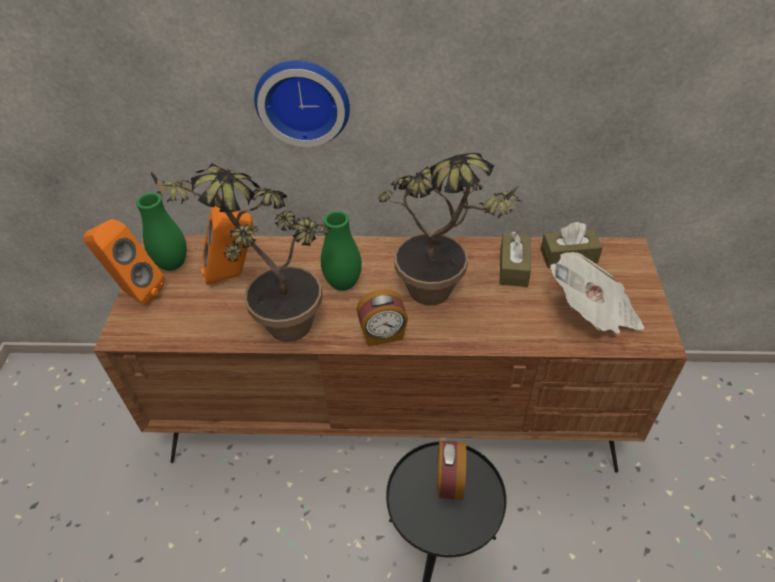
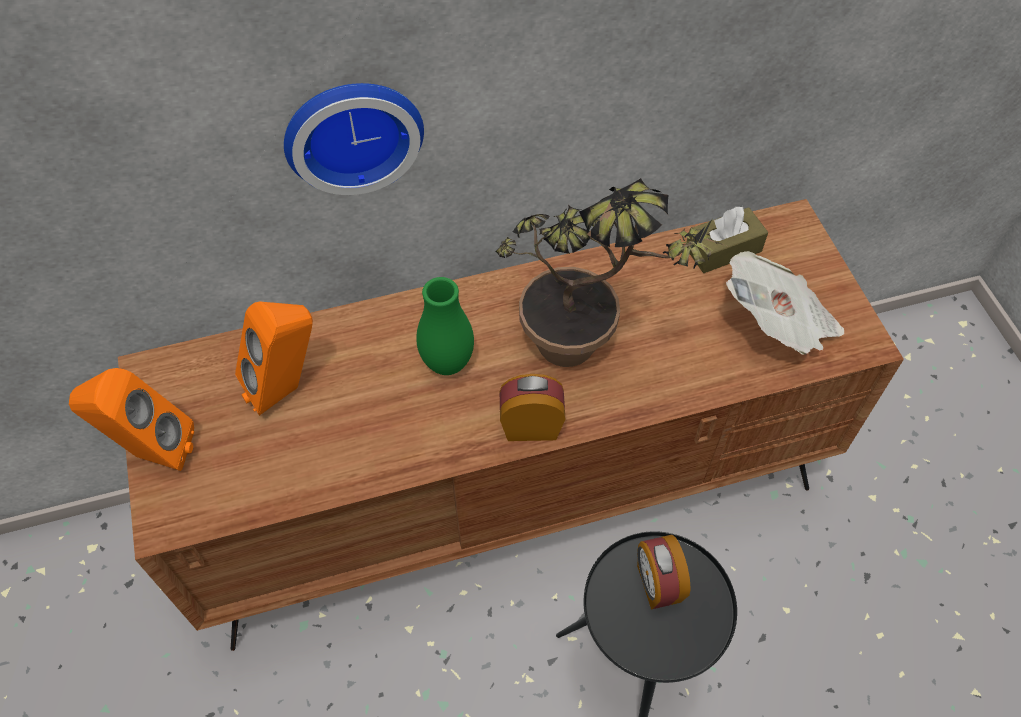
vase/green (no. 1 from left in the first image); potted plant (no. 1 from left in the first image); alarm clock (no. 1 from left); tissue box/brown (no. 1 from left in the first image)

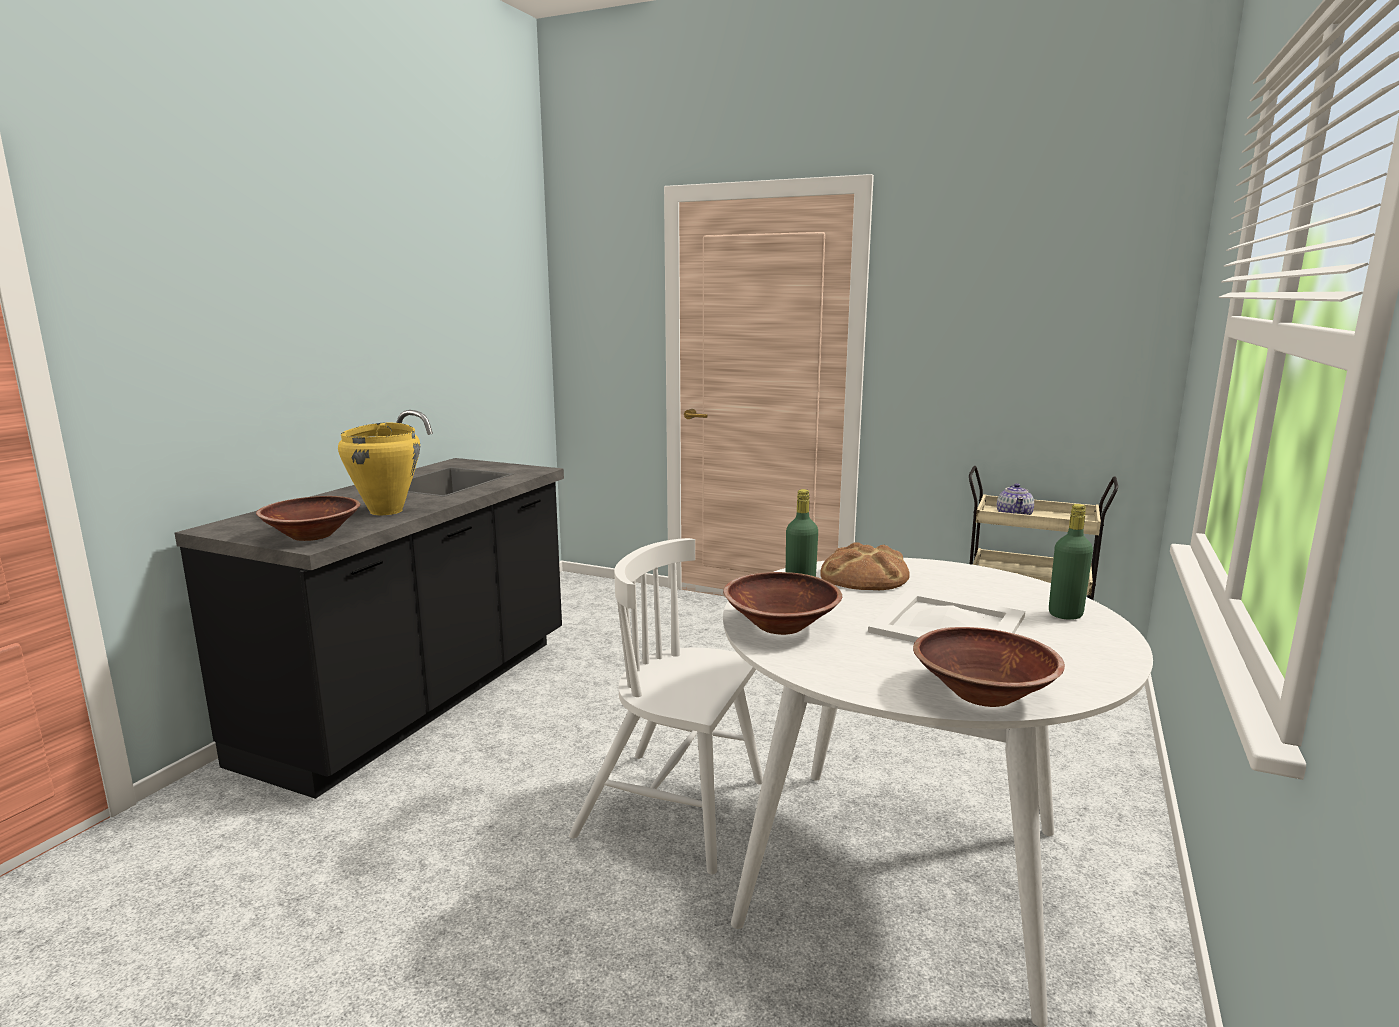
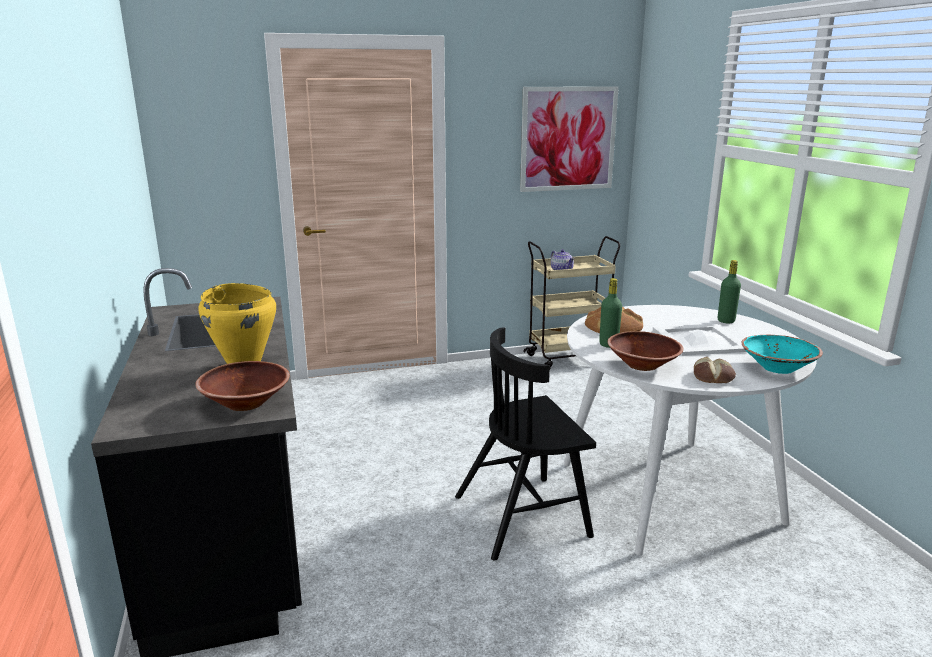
chair/black; bowl/turquoise; picture; bread (no. 2 from left)

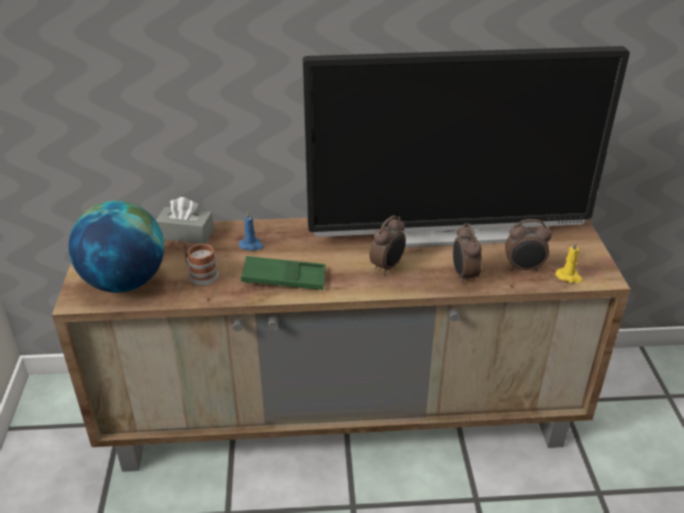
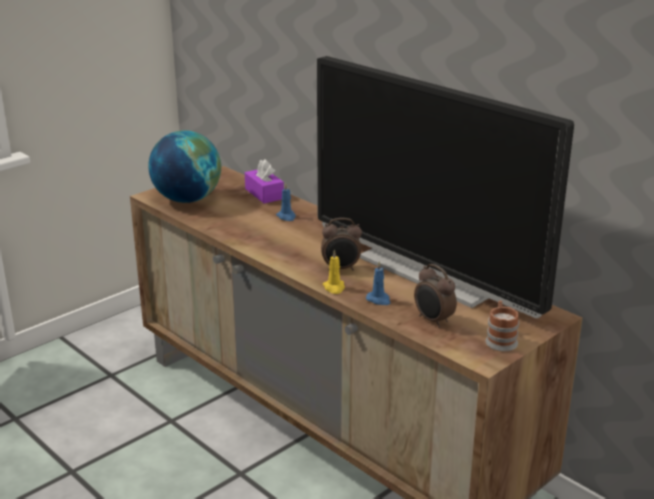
tissue box/purple; mug; tray/green; candle/blue (no. 2 from left); candle/yellow

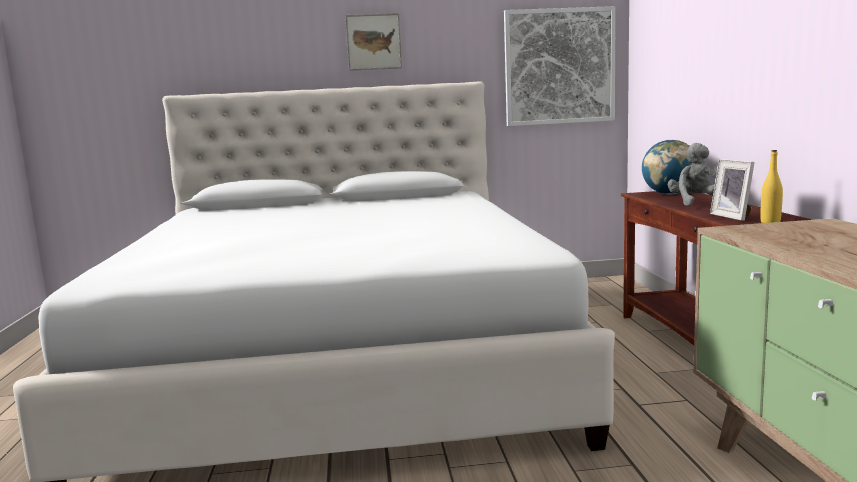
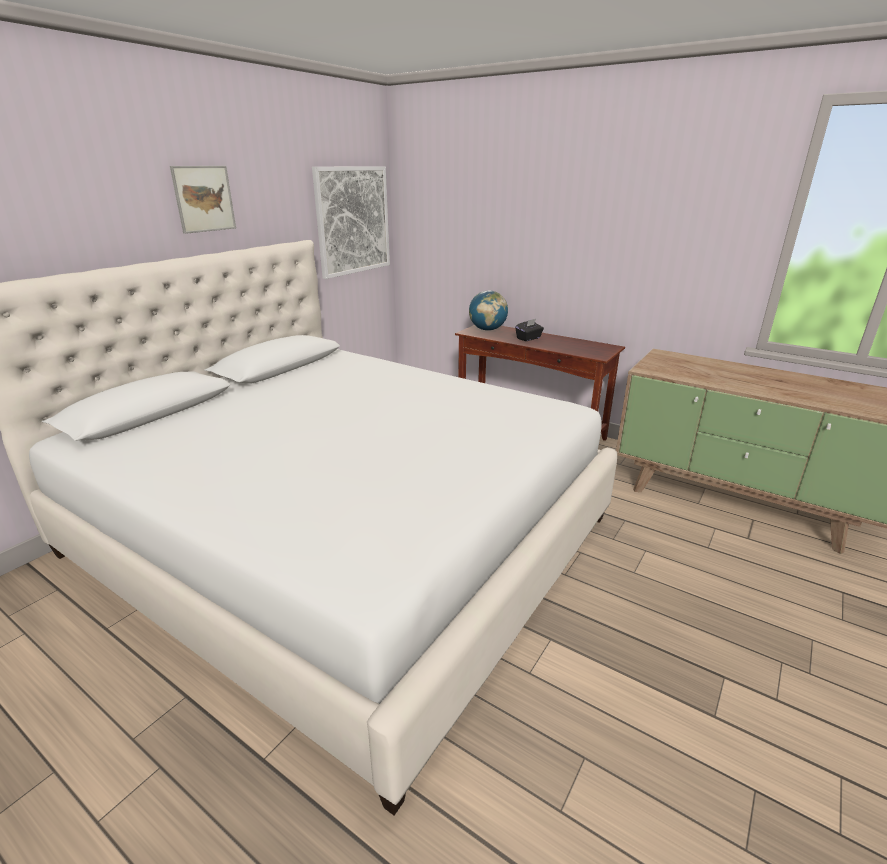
tissue box/black; picture frame; bottle/yellow

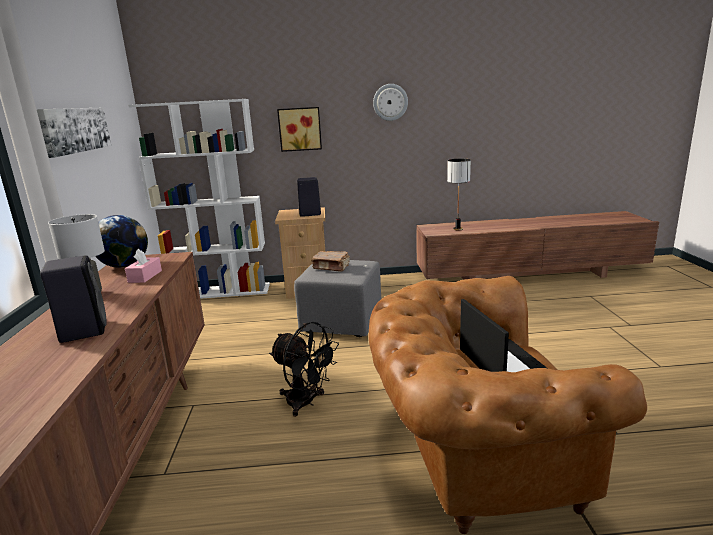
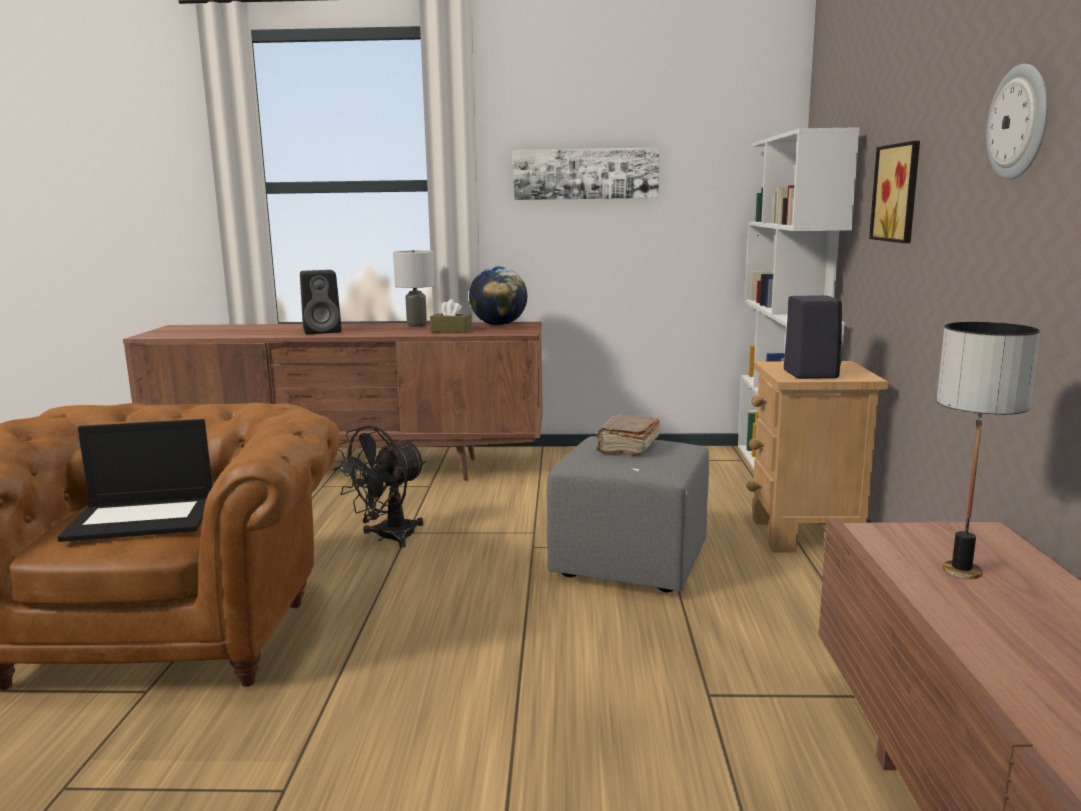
tissue box/brown

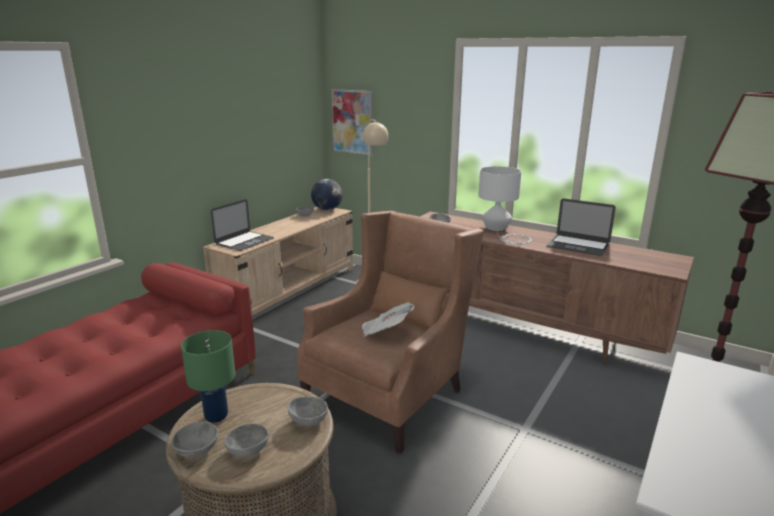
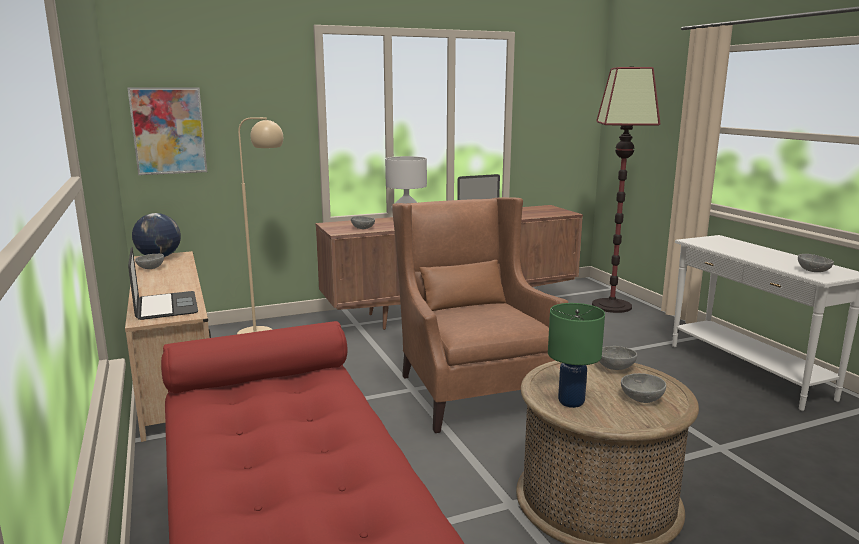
bowl/grey (no. 5 from left); newspaper

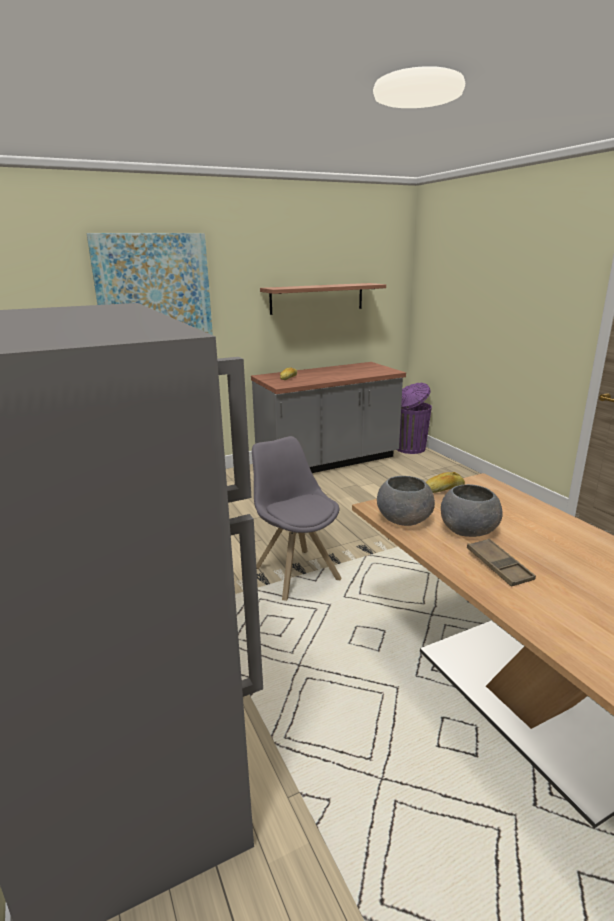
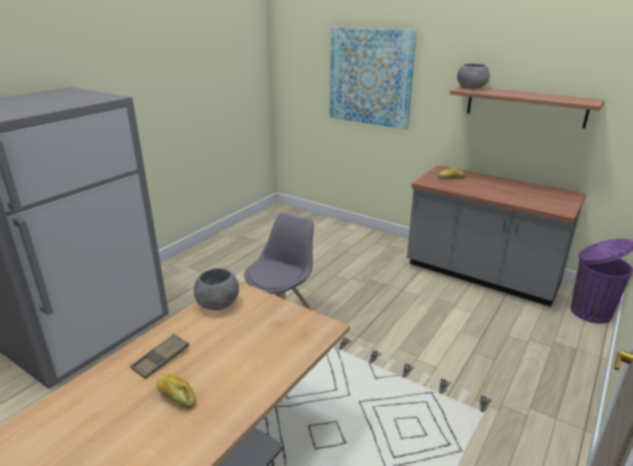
bread (no. 1 from left); bowl/grey (no. 2 from left)

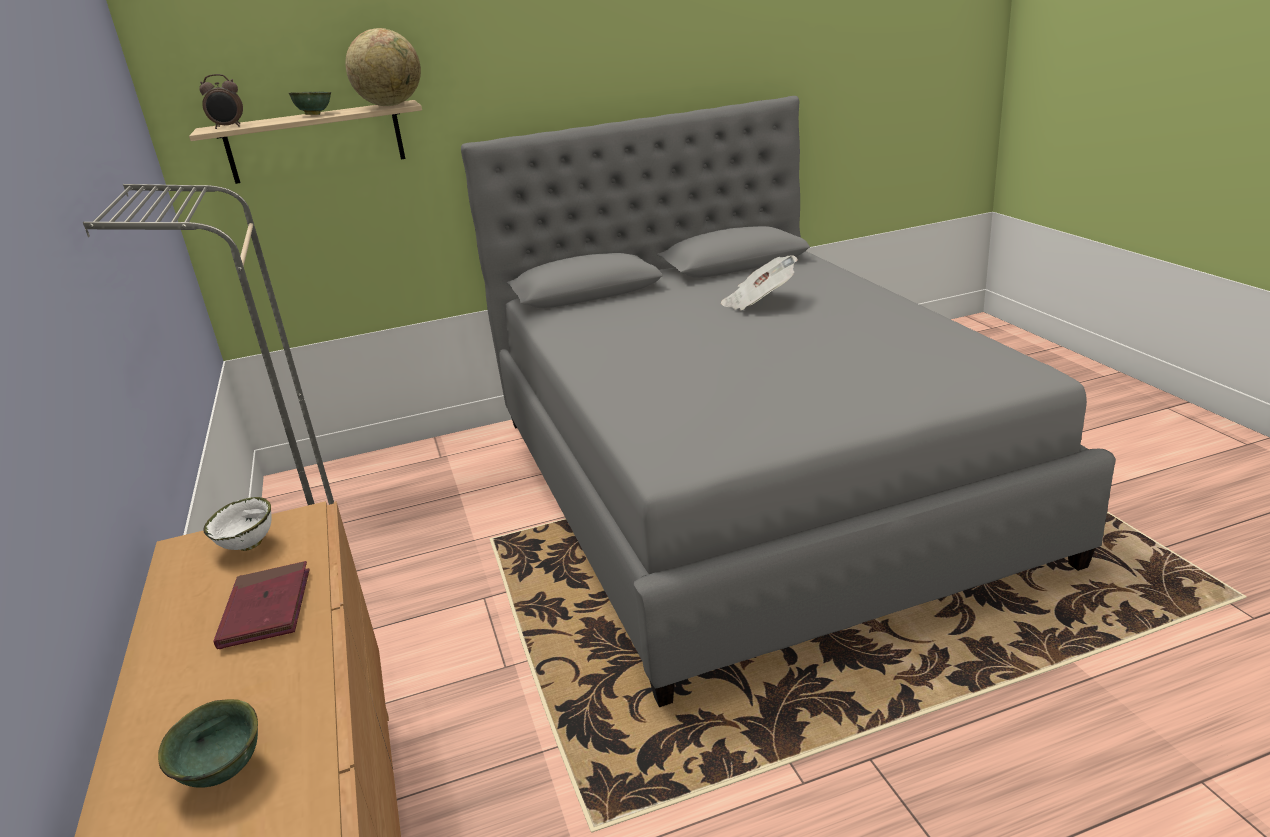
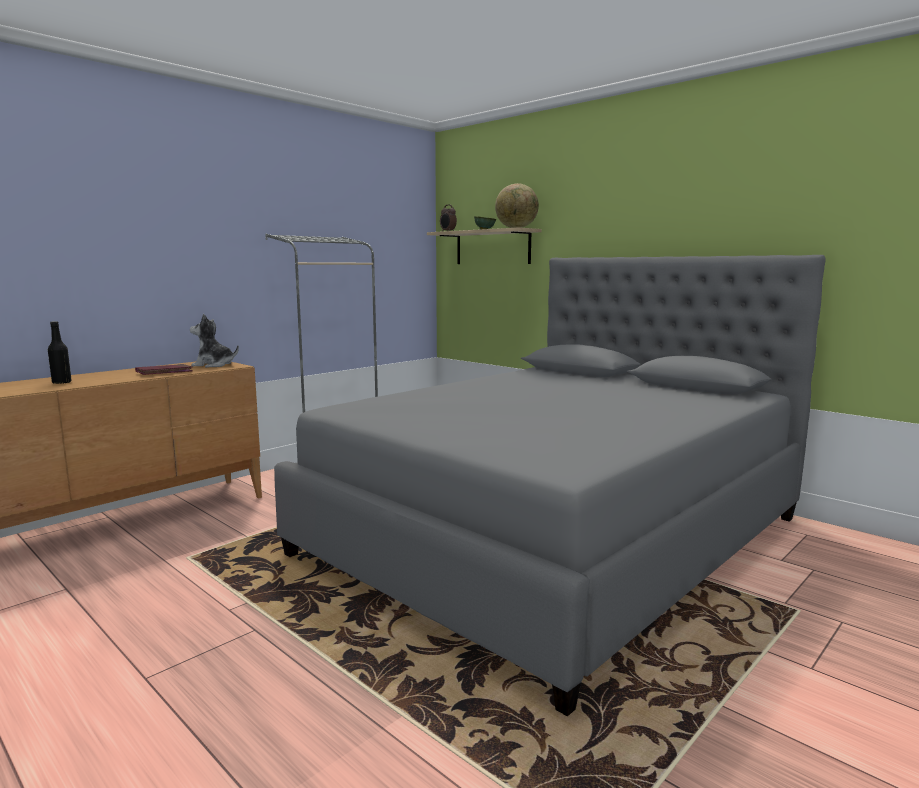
bottle/black; plush toy; newspaper

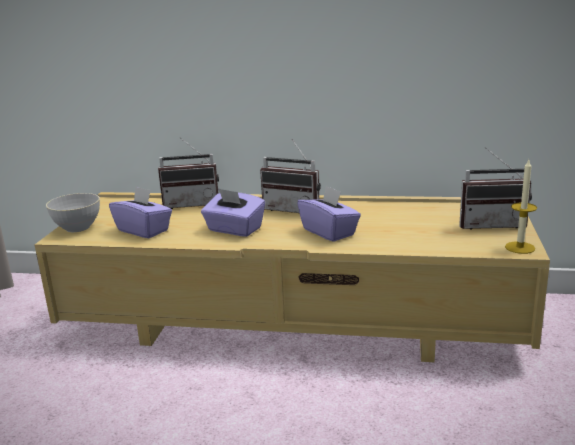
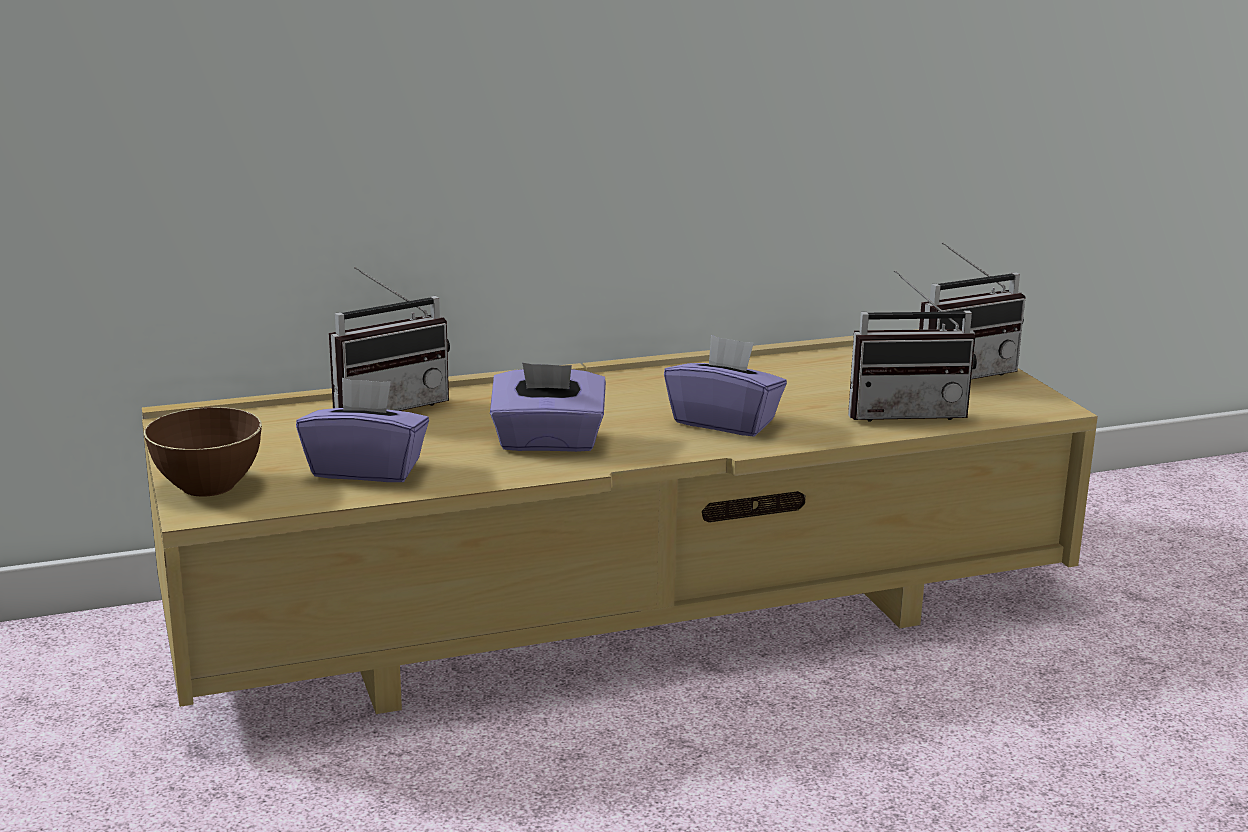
bowl/brown; radio (no. 2 from left); candle

